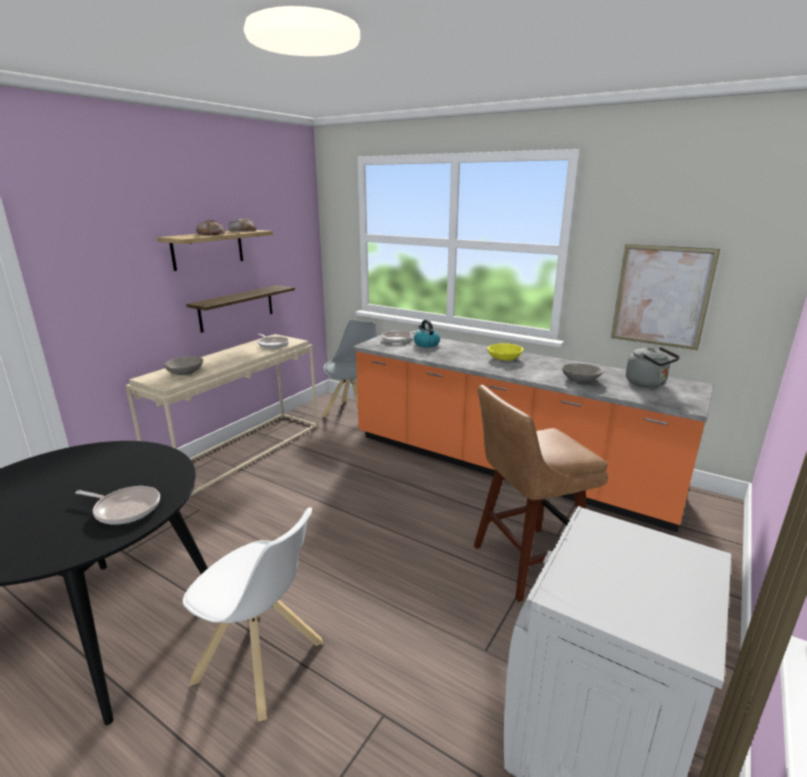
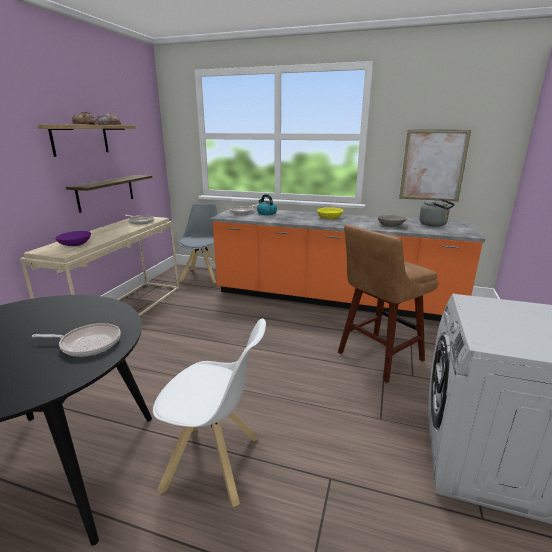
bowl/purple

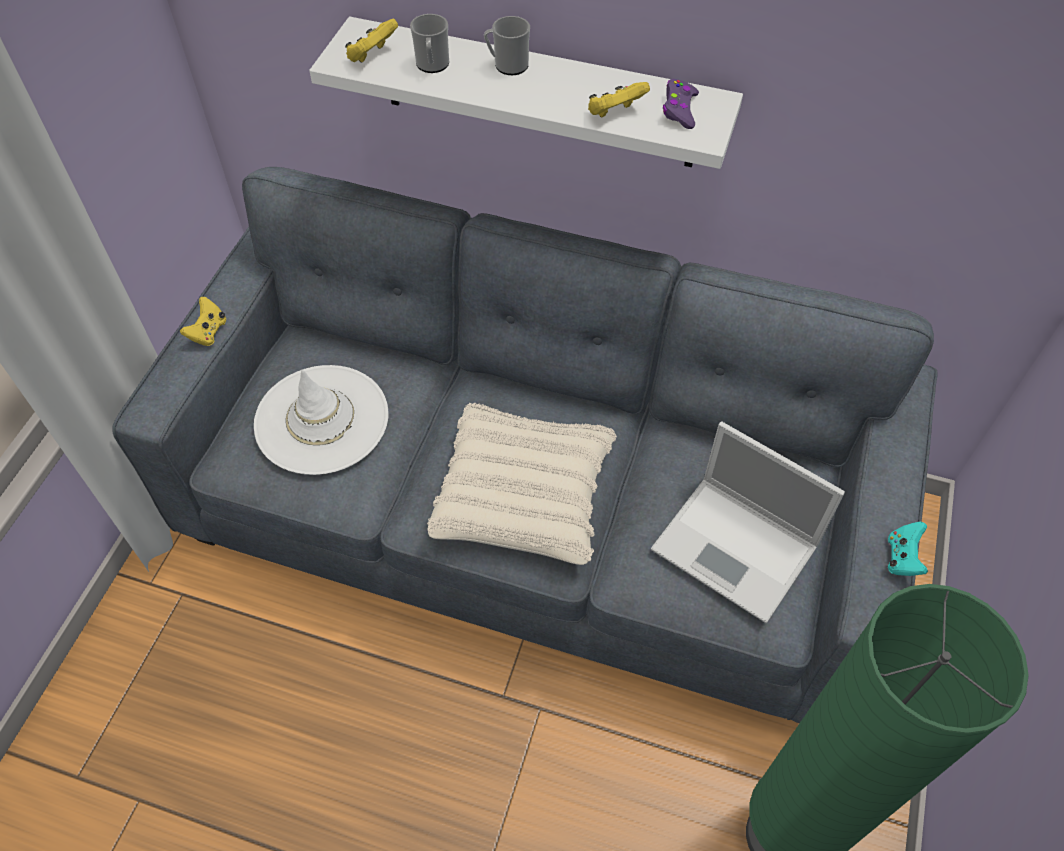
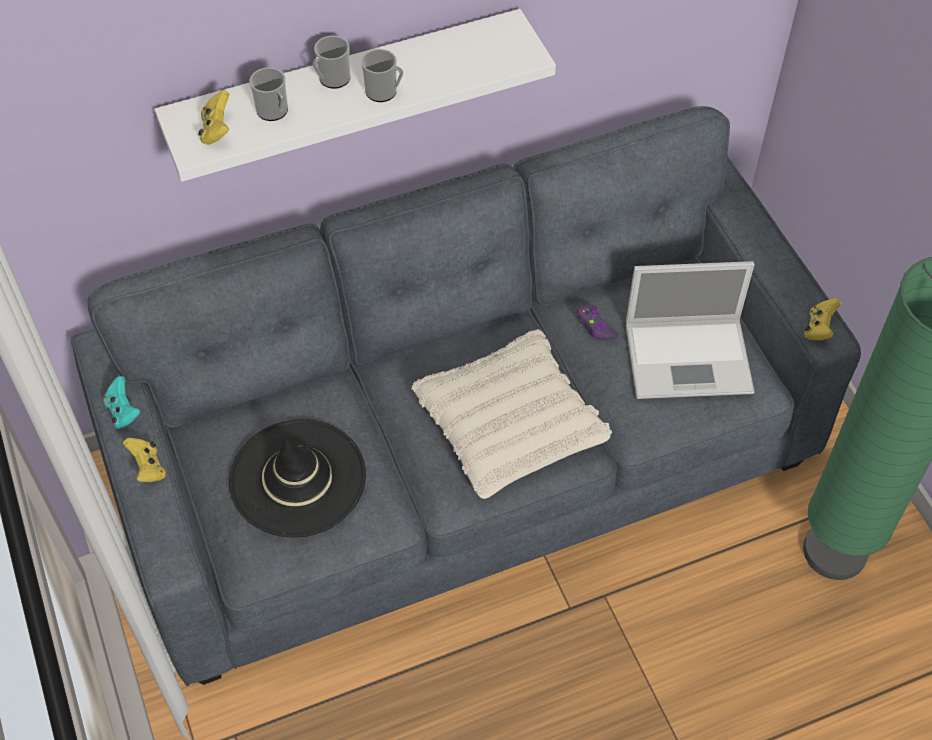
hat/black; game controller/yellow (no. 3 from left); game controller/purple; game controller/turquoise; mug (no. 3 from left)

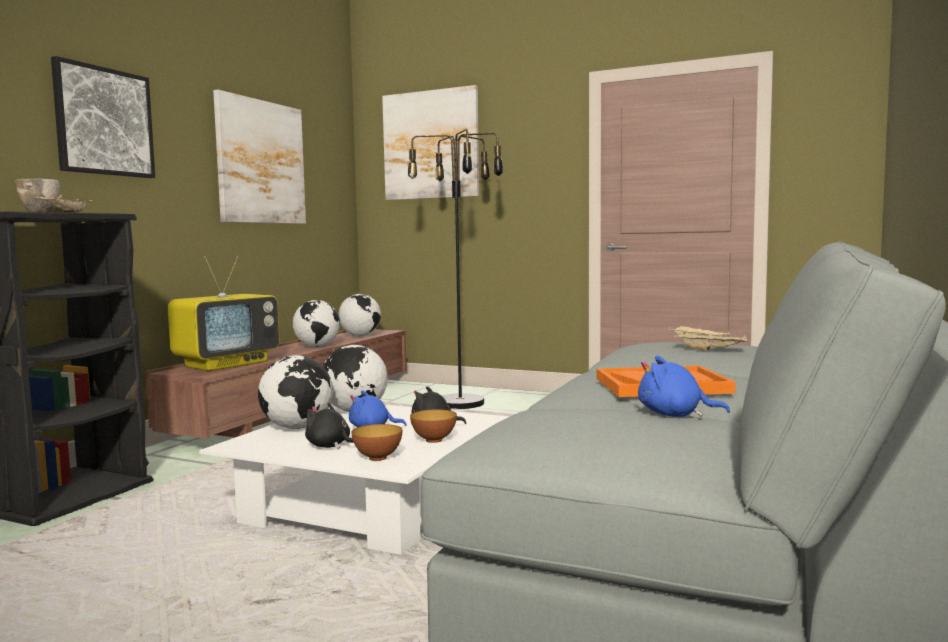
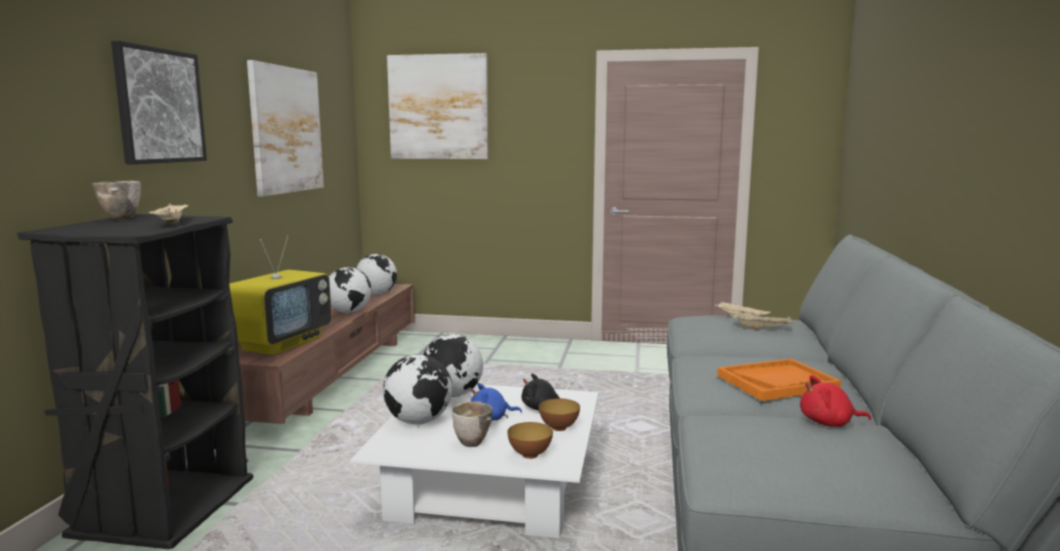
bowl (no. 2 from left); floor lamp; plush toy/red

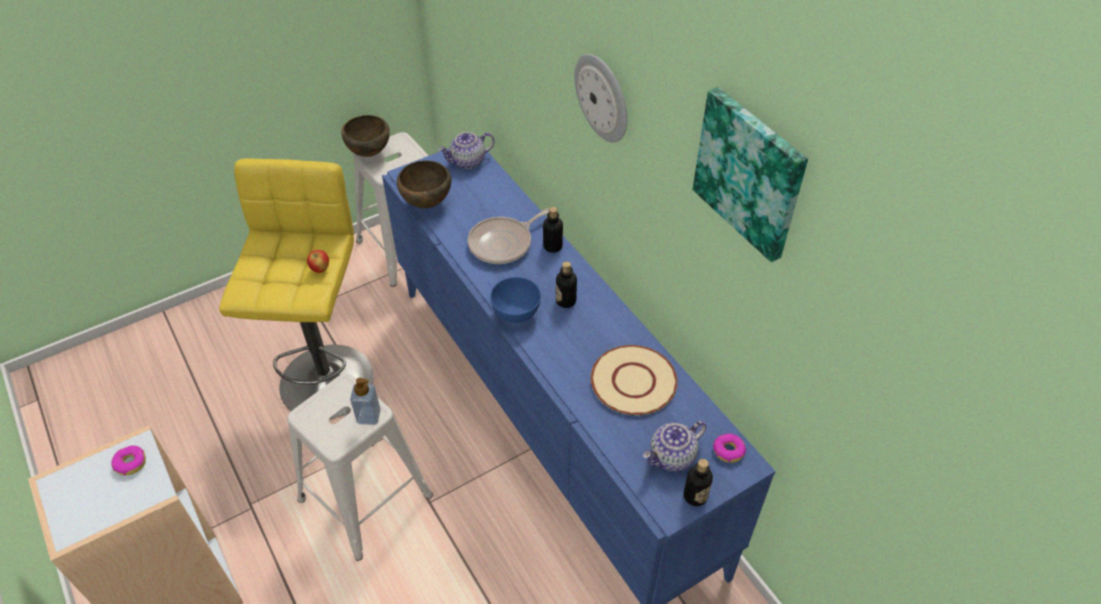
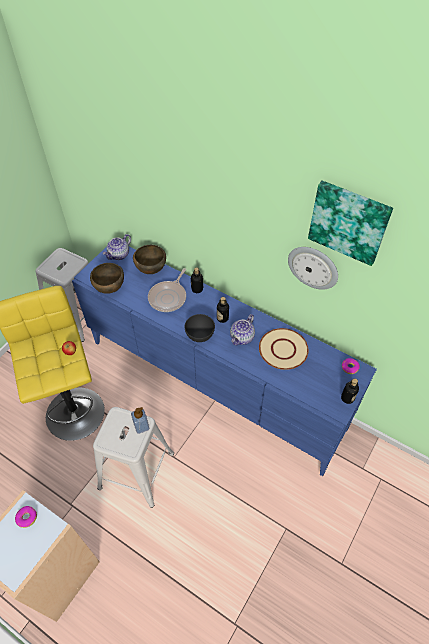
bowl/brown (no. 2 from left); bowl/grey; wall clock; teapot (no. 2 from left)

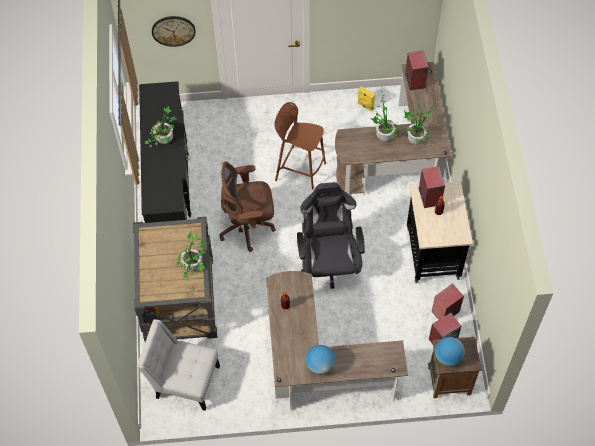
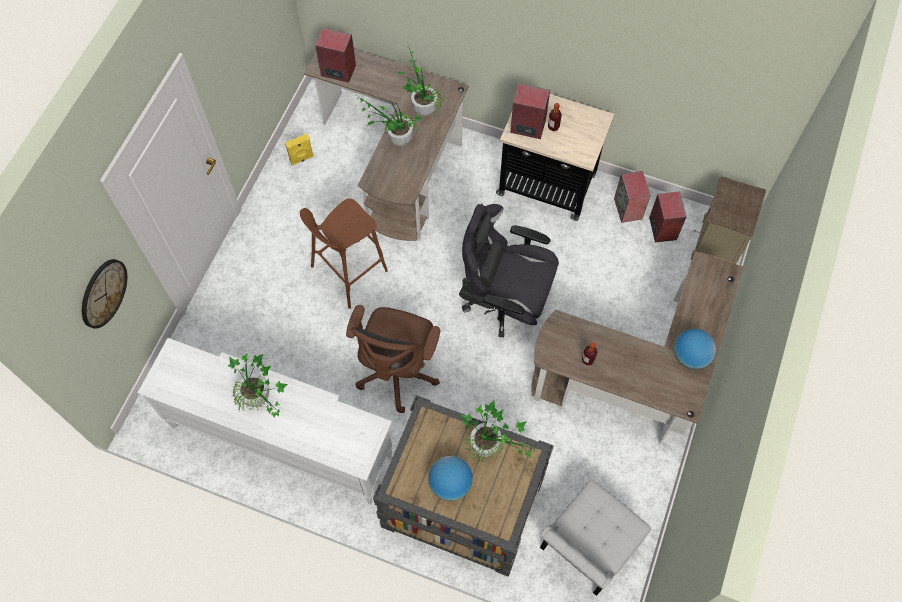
cabinet/white; globe (no. 1 from left)

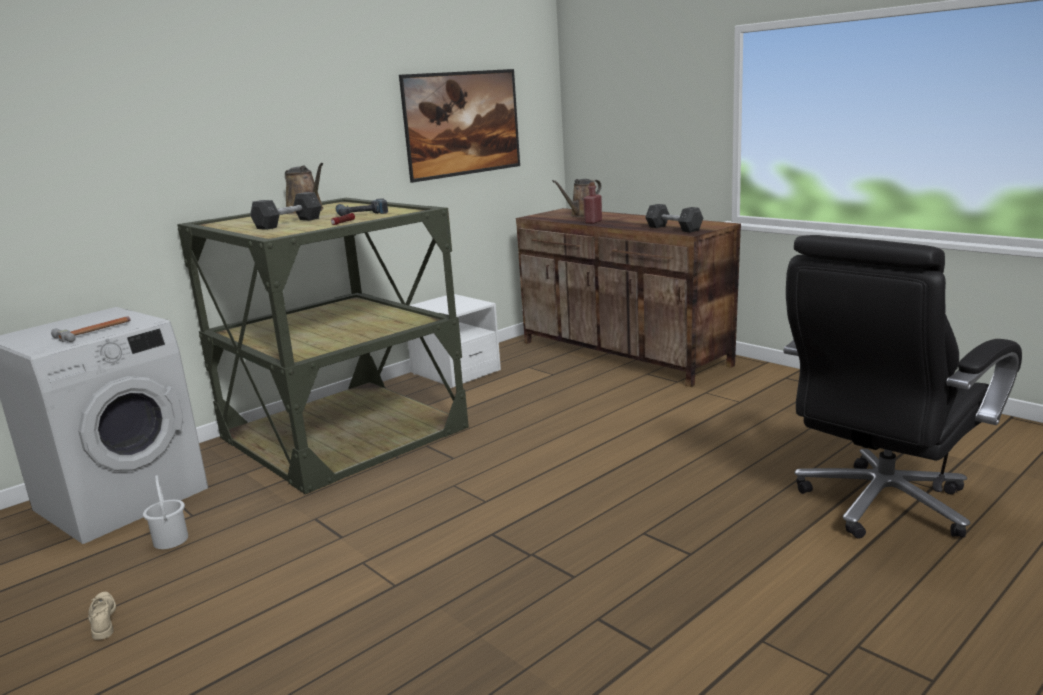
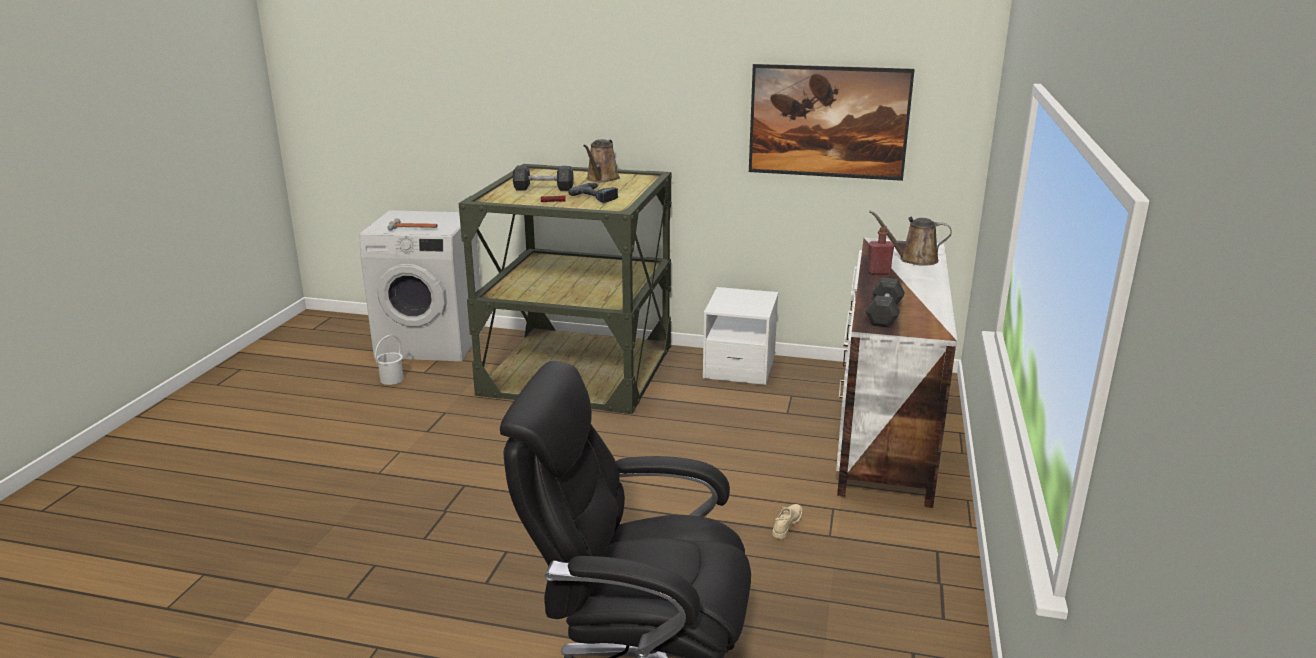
shoe/beige; cabinet/white

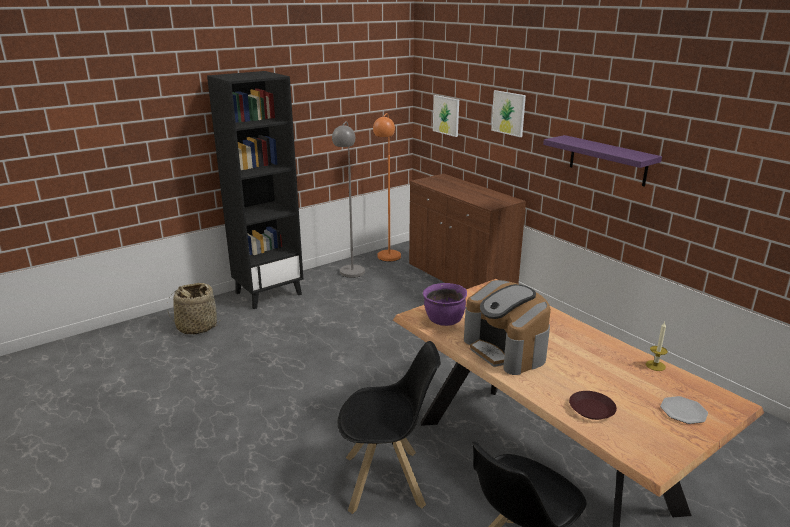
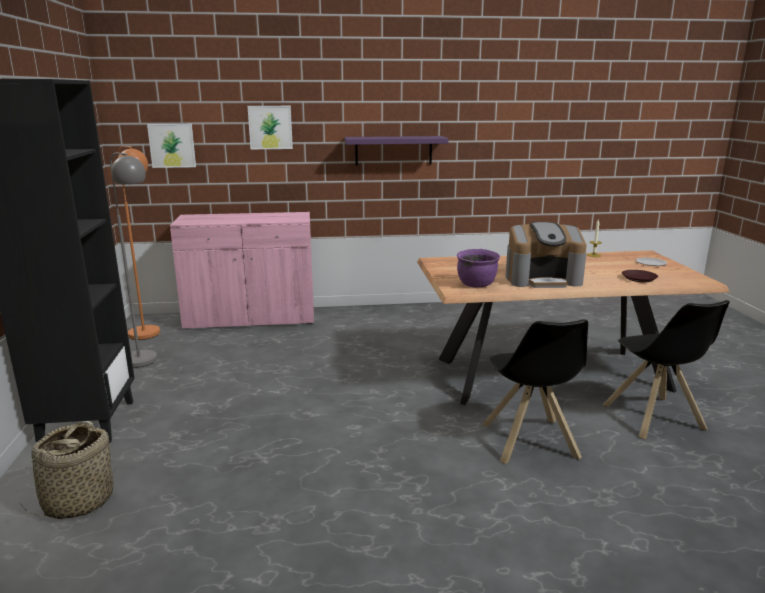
chair/black (no. 1 from left); cabinet/pink

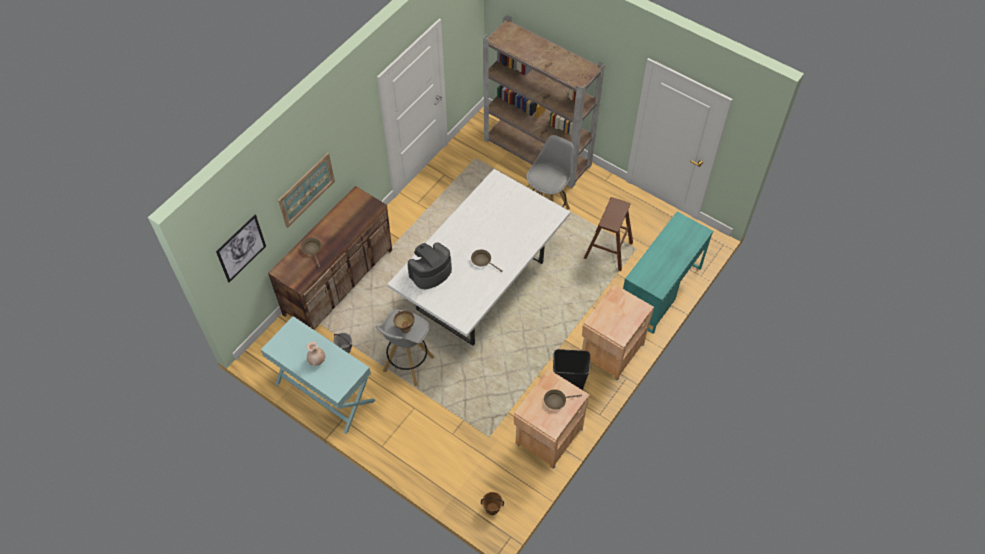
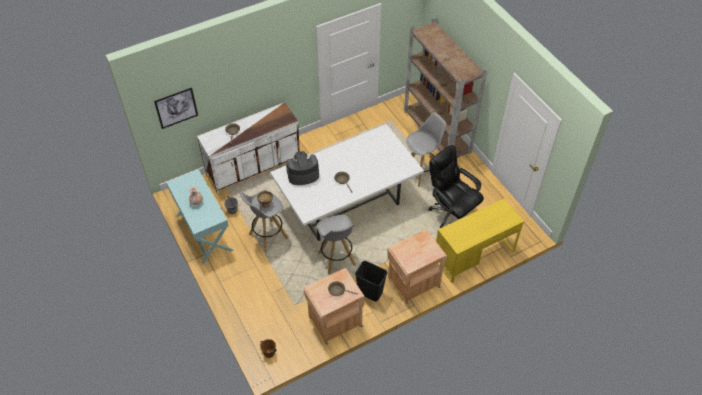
cabinet/white; picture (no. 2 from left in the first image); office chair/black; desk/yellow; stool/grey (no. 2 from left)

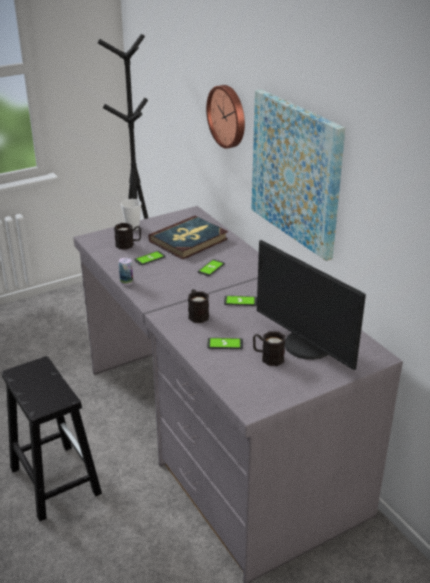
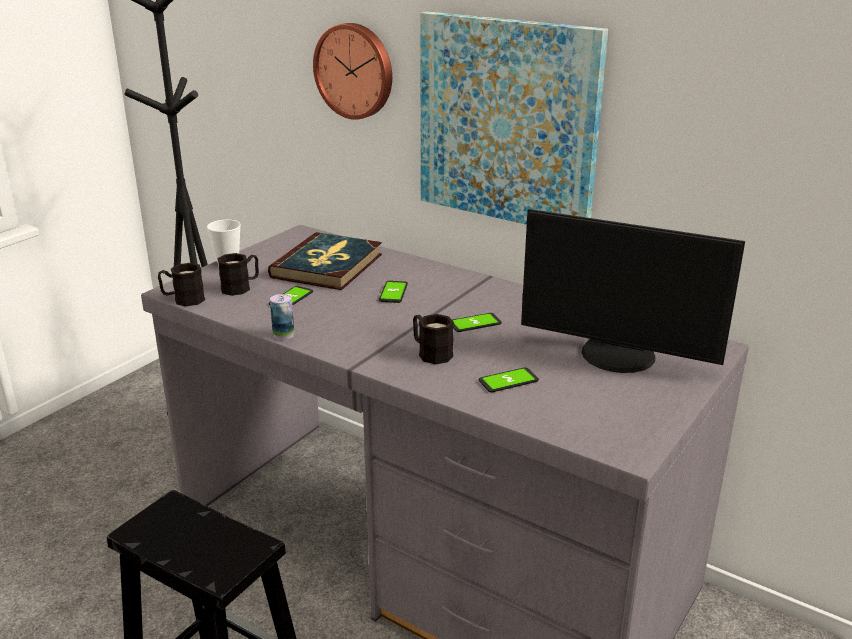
mug/black (no. 1 from left)

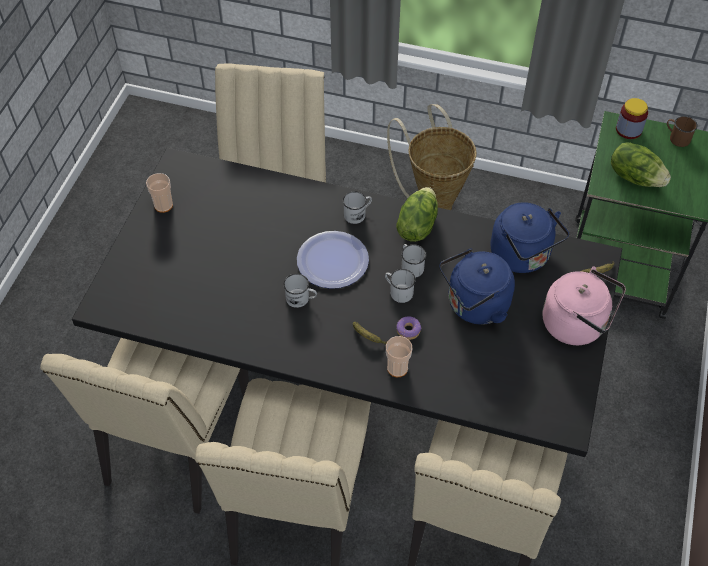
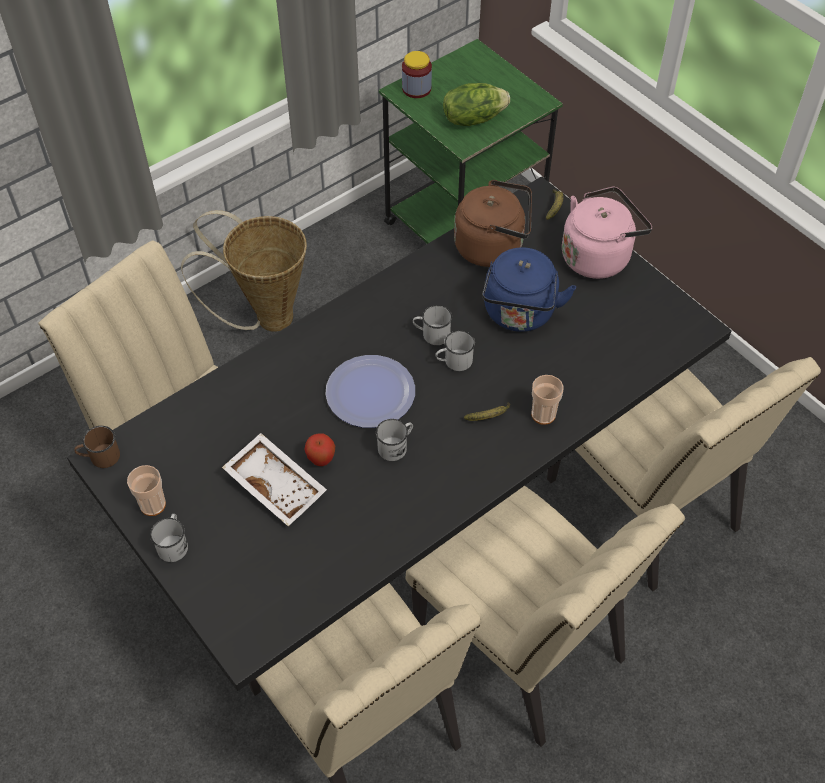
mug/white (no. 1 from left); lettuce (no. 1 from left in the first image); donut; kettle/brown; mug/brown; tray/white; apple

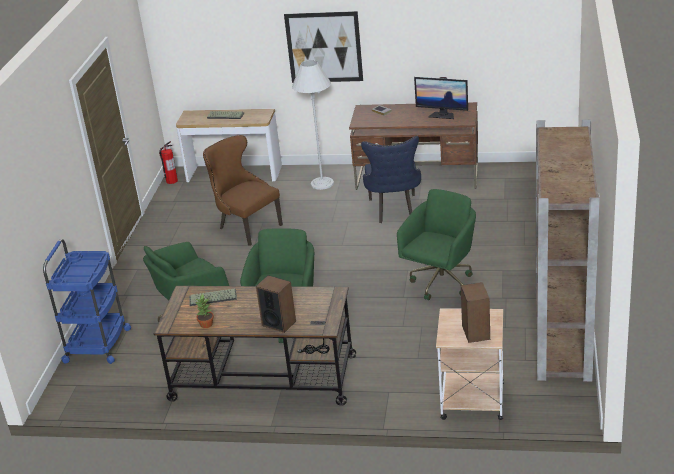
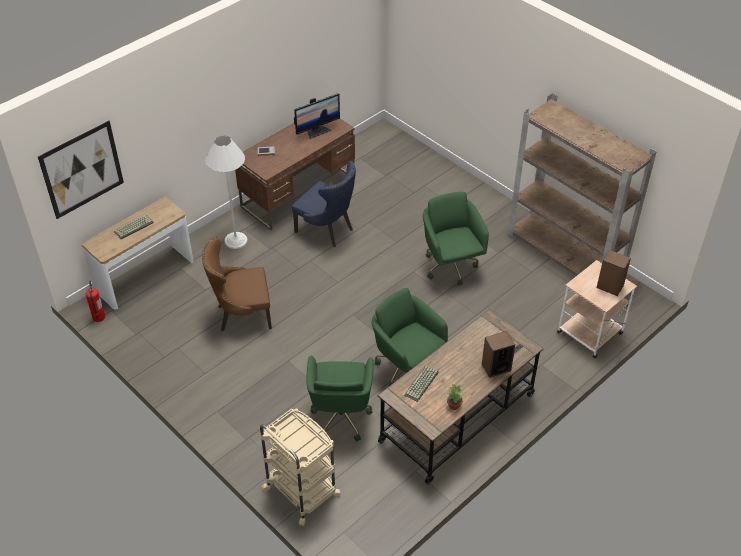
cart/beige (no. 1 from left); picture

